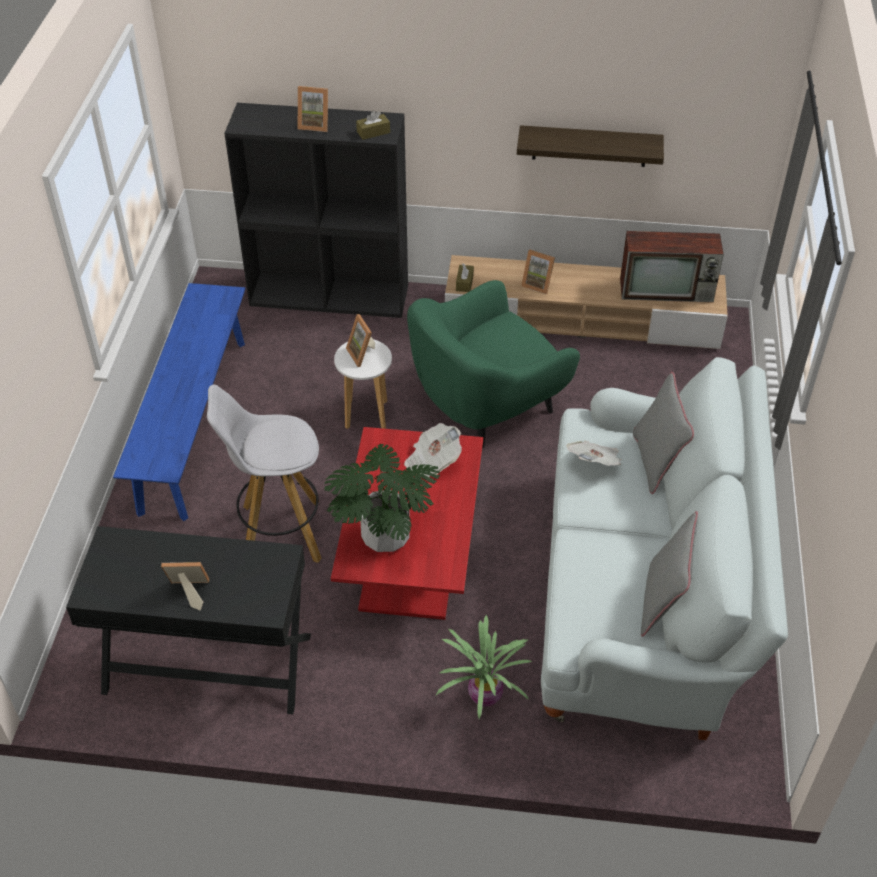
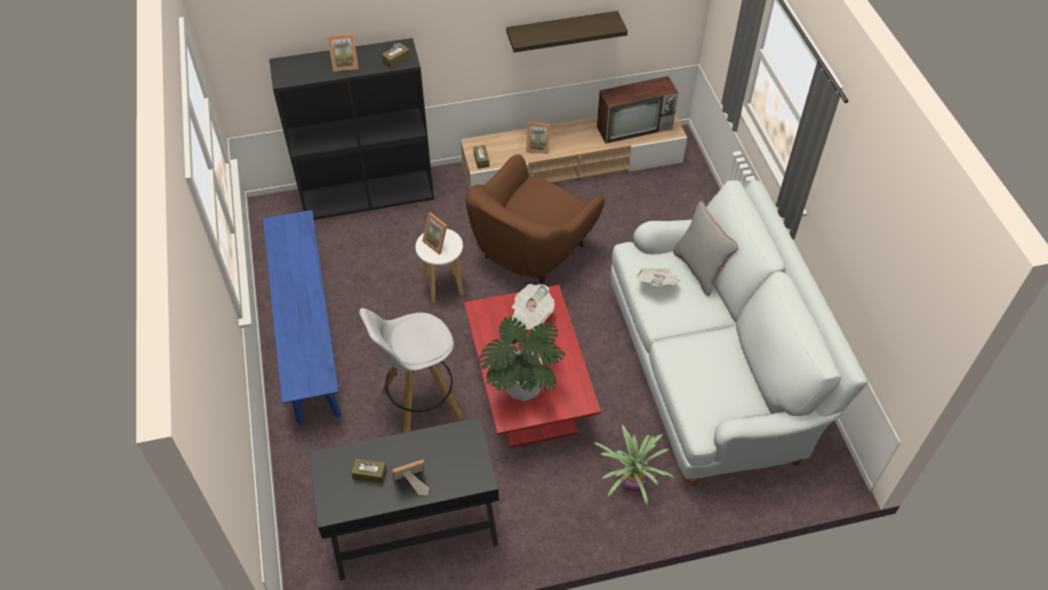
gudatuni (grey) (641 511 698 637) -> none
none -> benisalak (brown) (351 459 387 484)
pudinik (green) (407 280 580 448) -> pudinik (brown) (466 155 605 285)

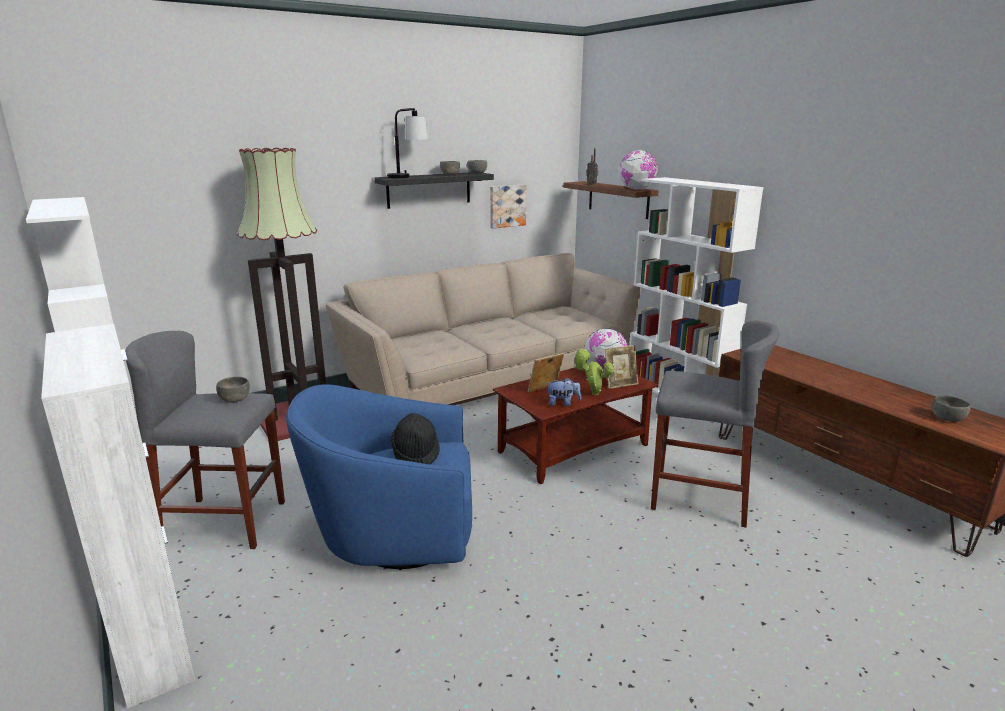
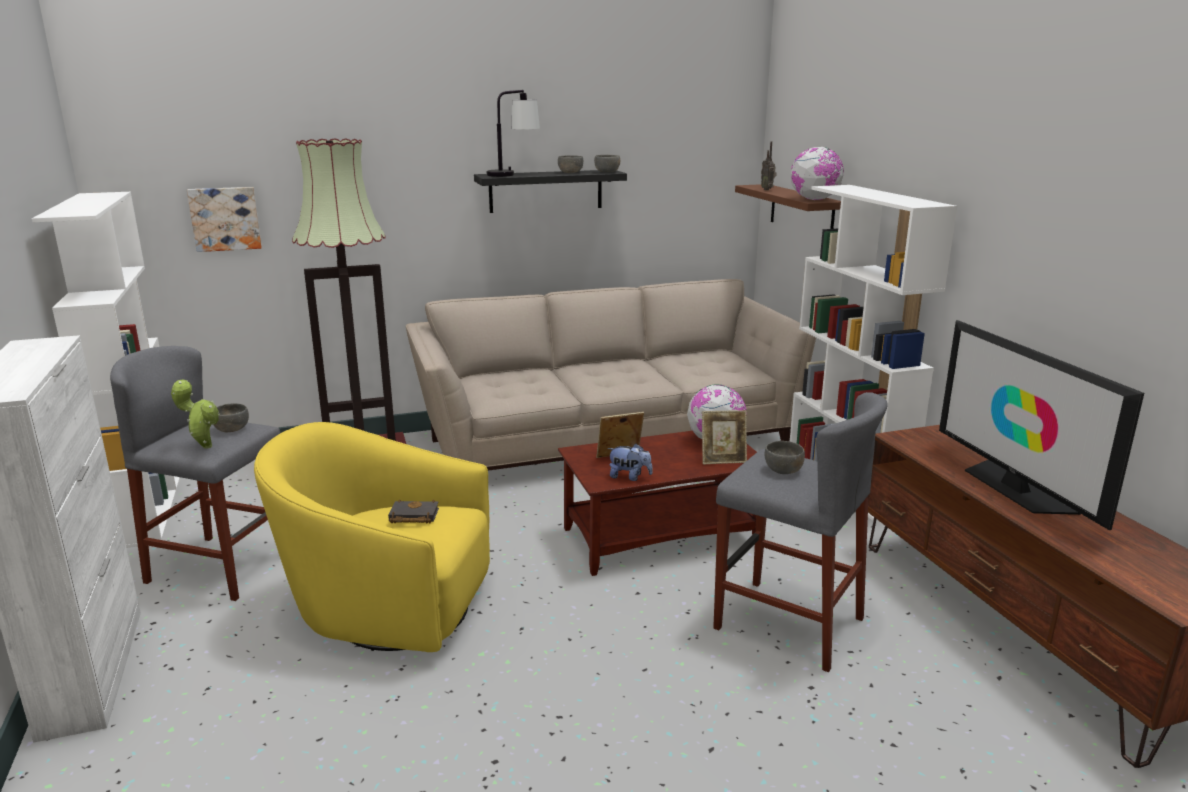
none -> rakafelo (939 320 1144 530)
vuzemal (490 184 527 229) -> vuzemal (187 187 262 252), moved
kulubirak (573 349 614 395) -> kulubirak (171 379 220 449), moved
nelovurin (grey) (932 395 971 422) -> nelovurin (grey) (765 441 805 474), moved
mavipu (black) (391 413 440 464) -> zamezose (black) (388 499 439 523)
pudinik (blue) (286 384 472 570) -> pudinik (yellow) (254 422 490 652)

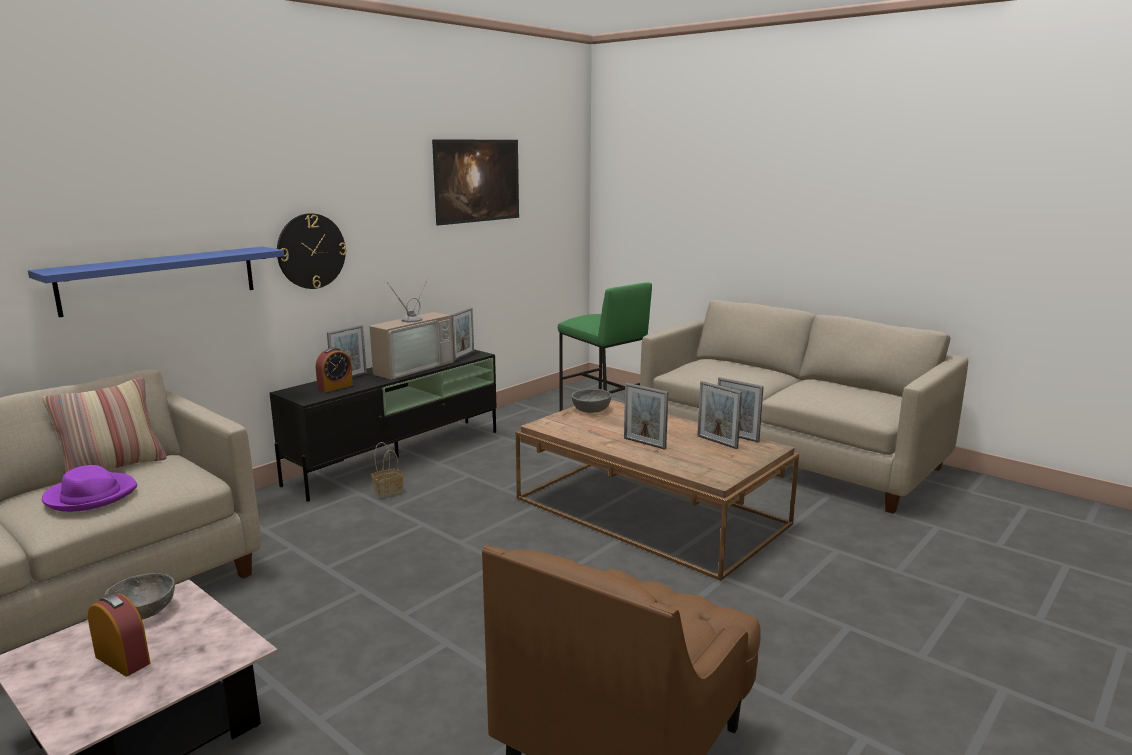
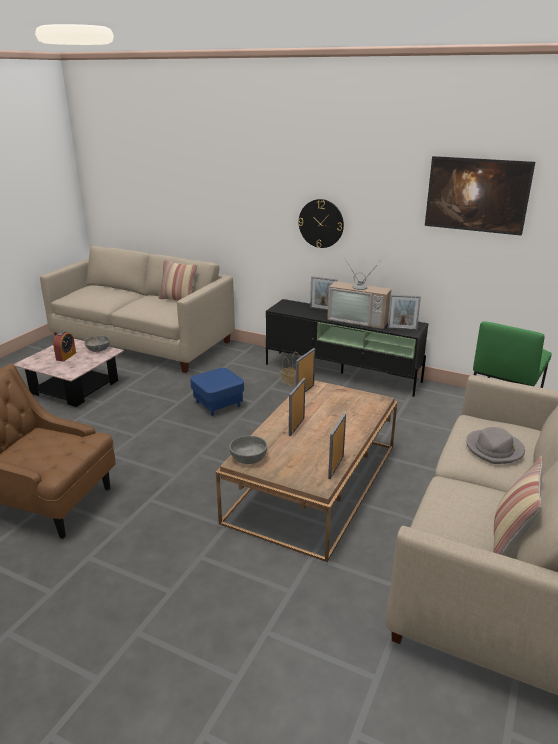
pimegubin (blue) (28 247 284 317) -> none
mavipu (purple) (42 465 137 512) -> none
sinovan (316 347 353 393) -> none
none -> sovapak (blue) (190 368 244 416)
none -> mavipu (grey) (466 427 525 464)
none -> gudatuni (494 456 543 555)
nelovurin (grey) (572 389 611 413) -> nelovurin (grey) (229 436 267 464), moved
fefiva (697 381 742 449) -> fefiva (296 348 315 392), moved

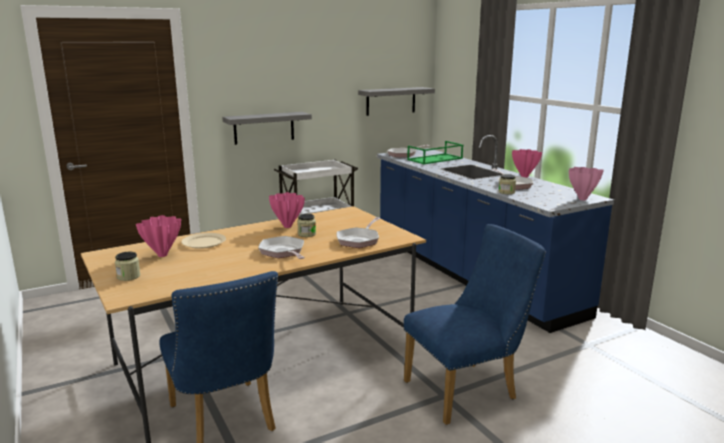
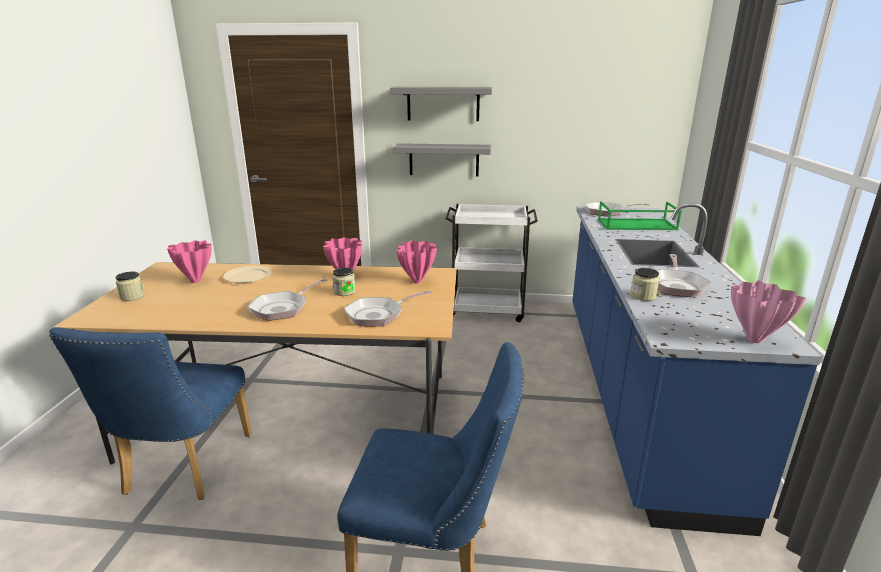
pimegubin (grey) (358 87 435 116) -> pimegubin (grey) (390 87 492 121), moved
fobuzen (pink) (512 149 542 178) -> fobuzen (pink) (396 241 437 284), moved
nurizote (258 236 305 259) -> nurizote (247 279 328 321), 150 degrees counterclockwise

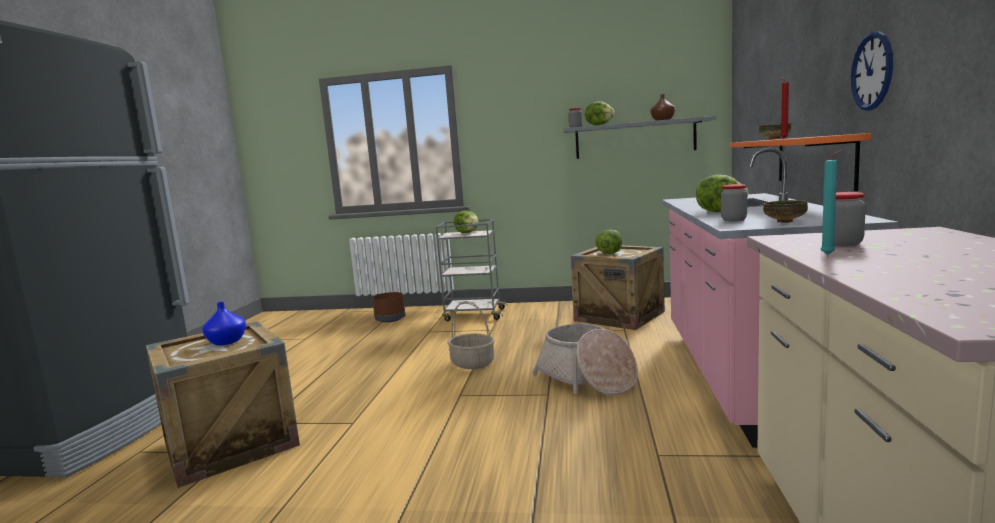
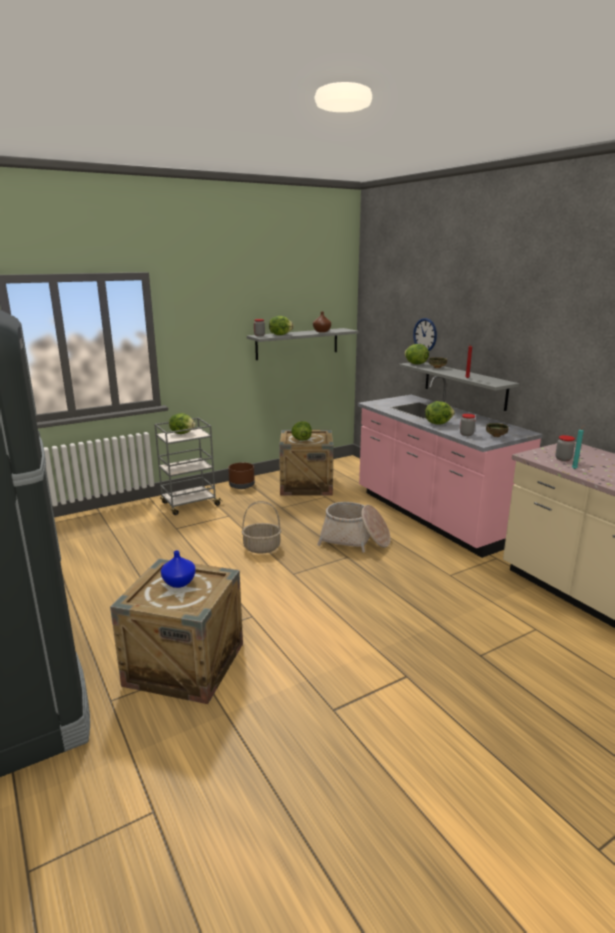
none -> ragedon (404 344 429 364)
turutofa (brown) (372 292 405 323) -> turutofa (brown) (228 462 255 489), moved
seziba (851 31 893 111) -> seziba (413 318 437 351), moved
pimegubin (orange) (730 133 871 191) -> pimegubin (grey) (399 362 519 411)

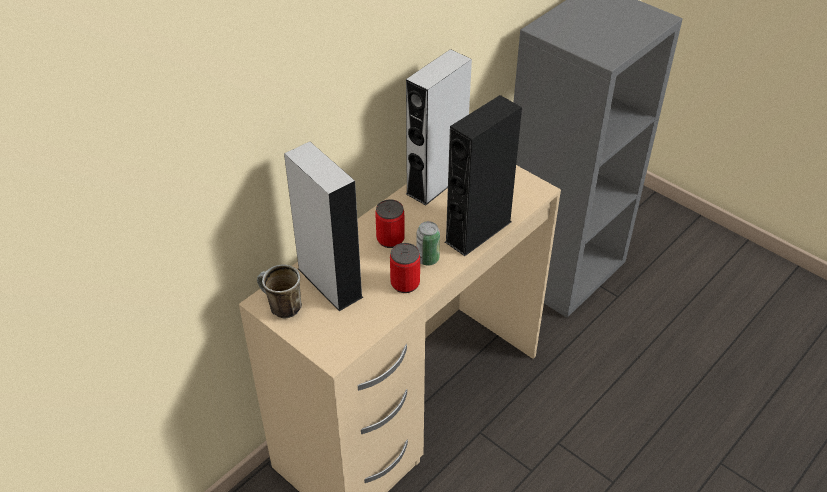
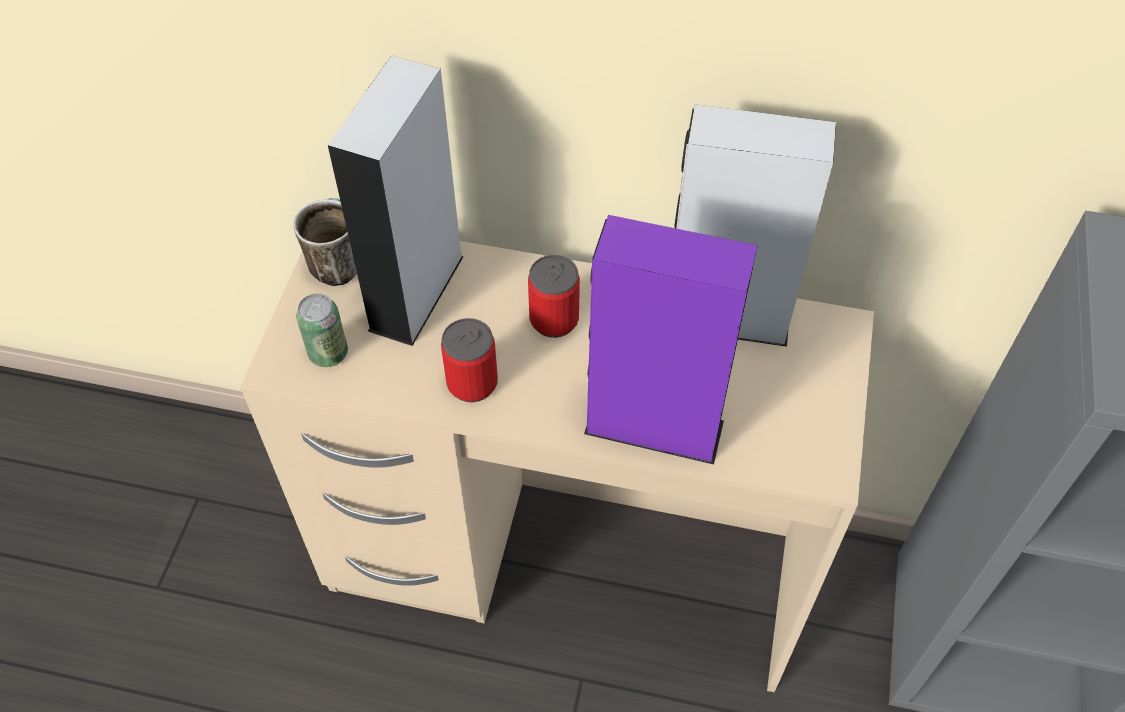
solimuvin (417 221 440 266) -> solimuvin (296 294 348 367), moved
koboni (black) (445 95 522 256) -> koboni (purple) (584 215 758 465)

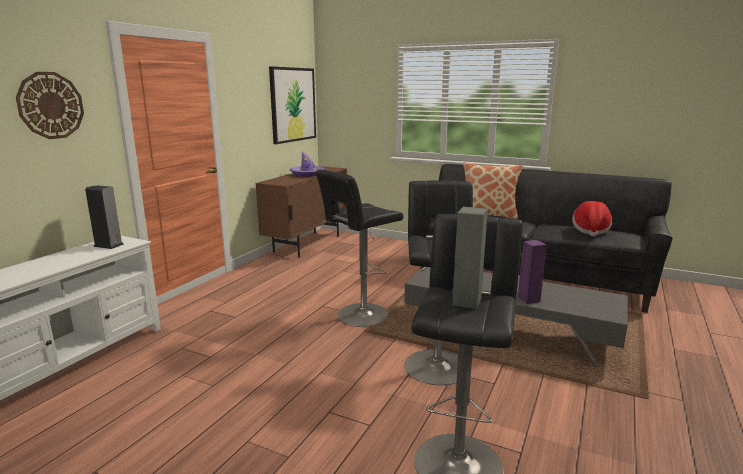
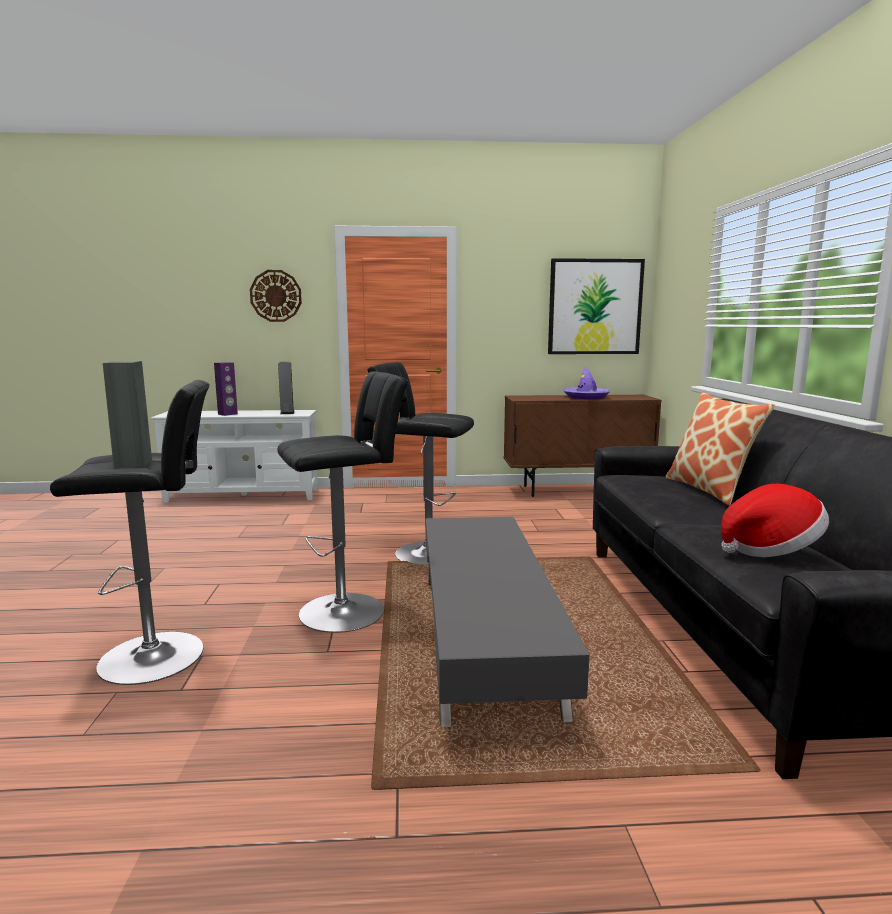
koboni (purple) (518 240 547 304) -> koboni (purple) (214 362 238 416), moved

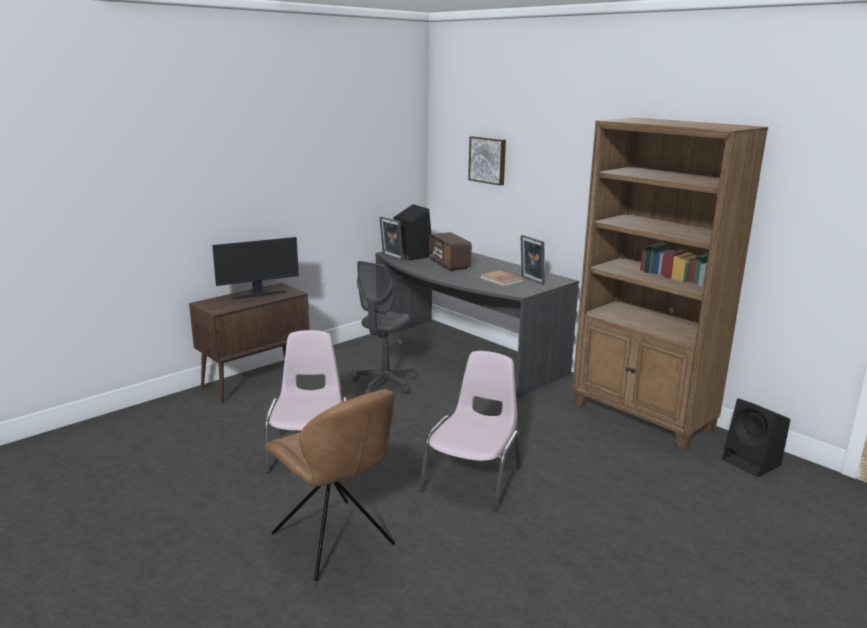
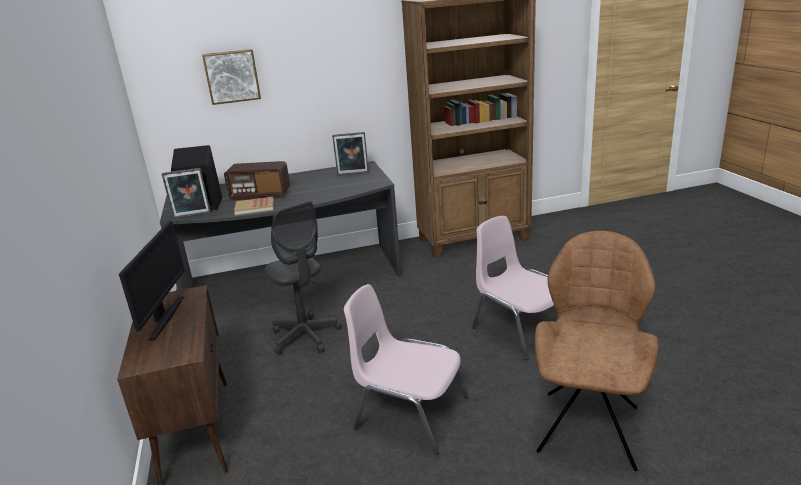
koboni (black) (722 398 790 477) -> none
zamezose (481 270 523 287) -> zamezose (234 197 274 216), moved
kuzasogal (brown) (264 389 395 581) -> kuzasogal (brown) (535 231 659 471), 60 degrees counterclockwise

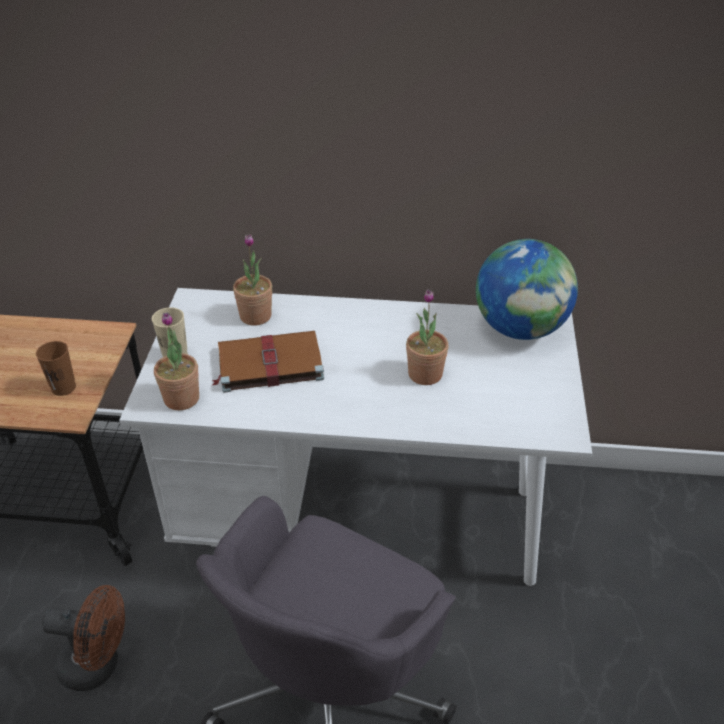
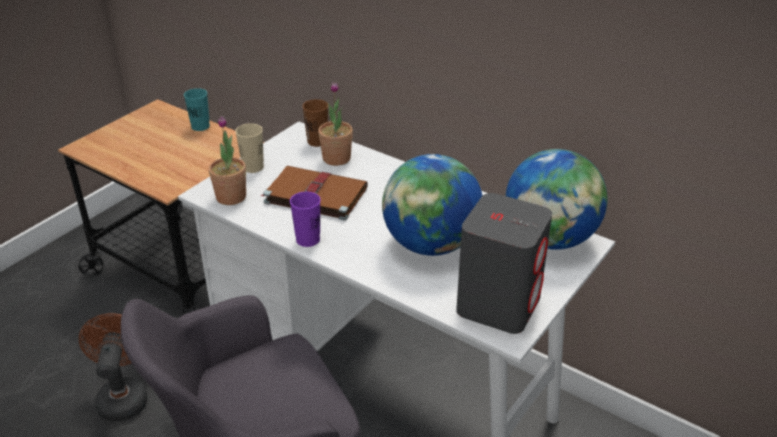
none -> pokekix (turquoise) (184 88 210 131)
none -> pokekix (purple) (290 192 321 247)
none -> koboni (grey) (456 193 552 334)
pokekix (brown) (36 341 76 396) -> pokekix (brown) (303 99 328 147), moved
kulubirak (406 289 449 385) -> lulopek (382 154 482 256)
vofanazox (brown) (42 585 125 691) -> vofanazox (brown) (79 313 147 421), 135 degrees counterclockwise

